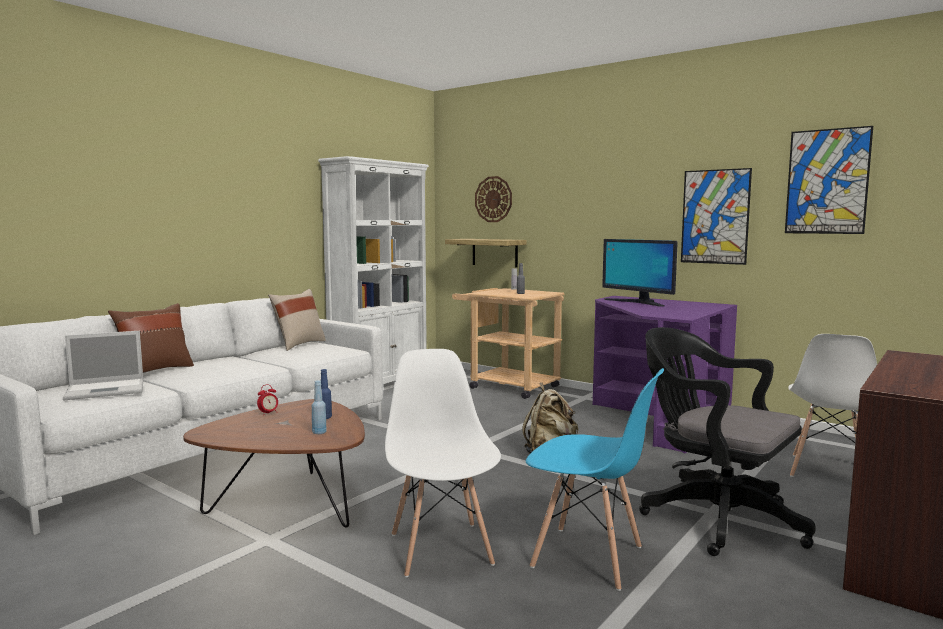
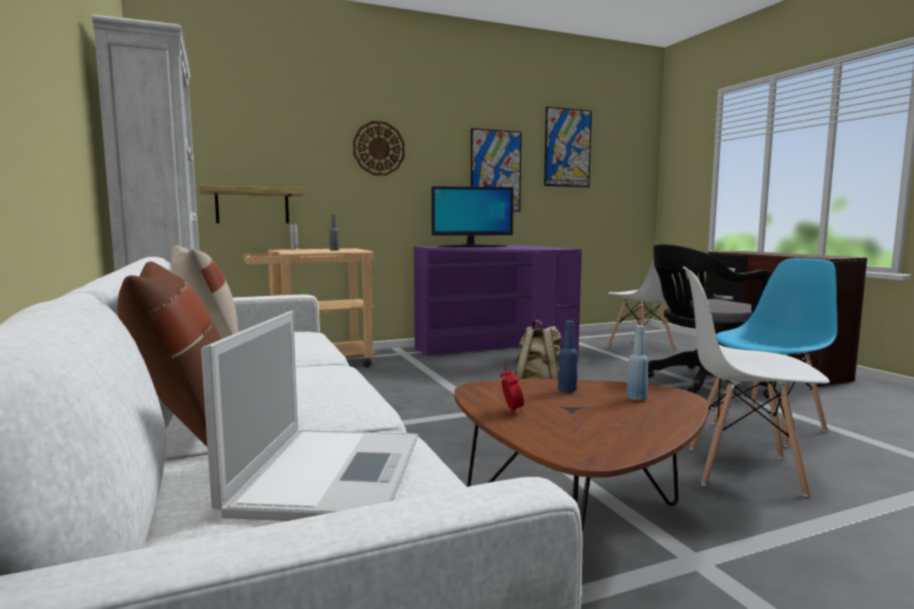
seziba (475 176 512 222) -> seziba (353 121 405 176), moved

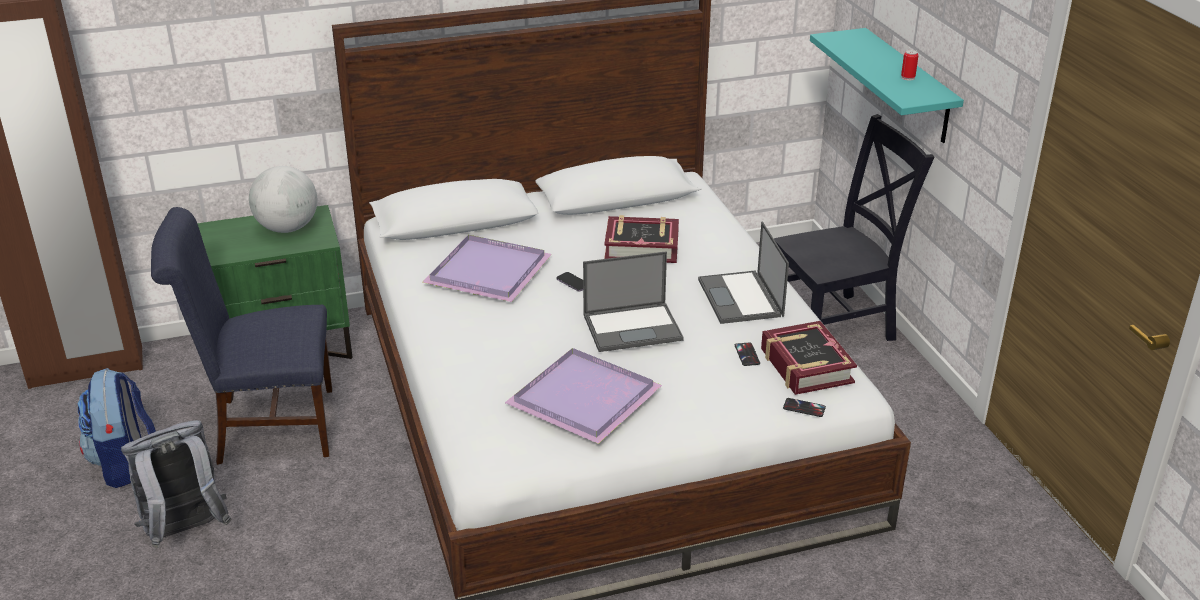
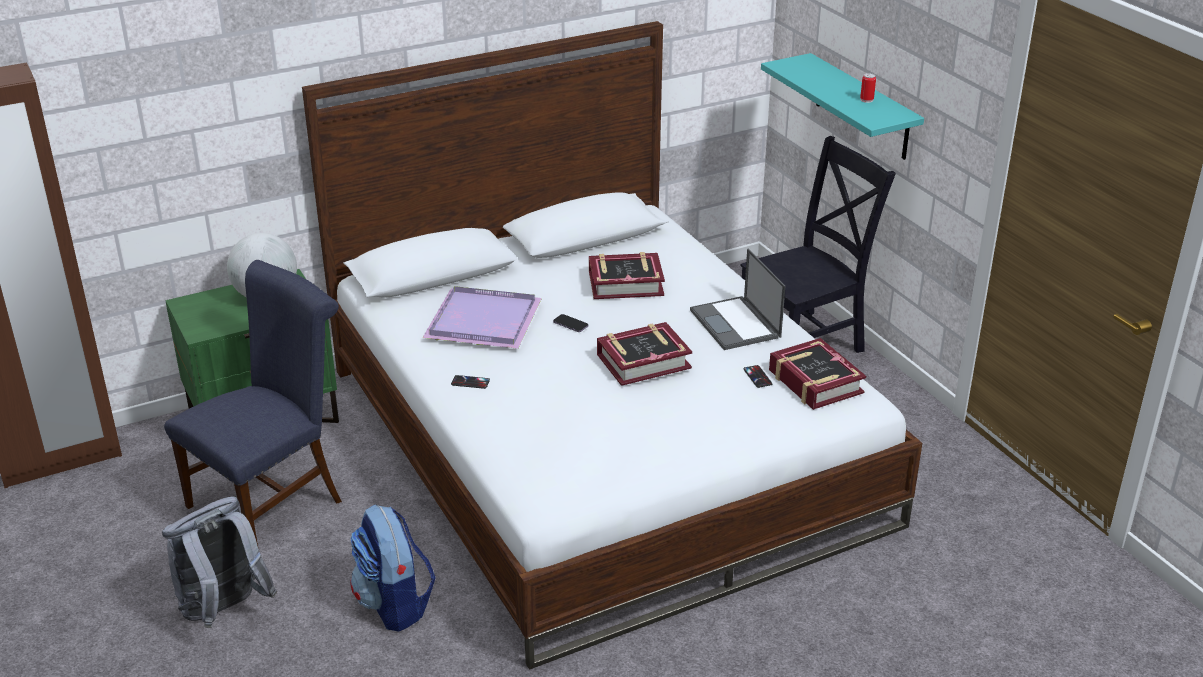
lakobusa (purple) (505 348 662 444) -> none
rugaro (78 368 156 488) -> rugaro (351 504 436 632), moved
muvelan (783 398 826 417) -> muvelan (451 375 490 389), moved
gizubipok (583 251 684 352) -> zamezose (597 322 692 386)
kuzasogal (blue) (151 207 332 465) -> kuzasogal (blue) (164 260 342 546), 150 degrees clockwise

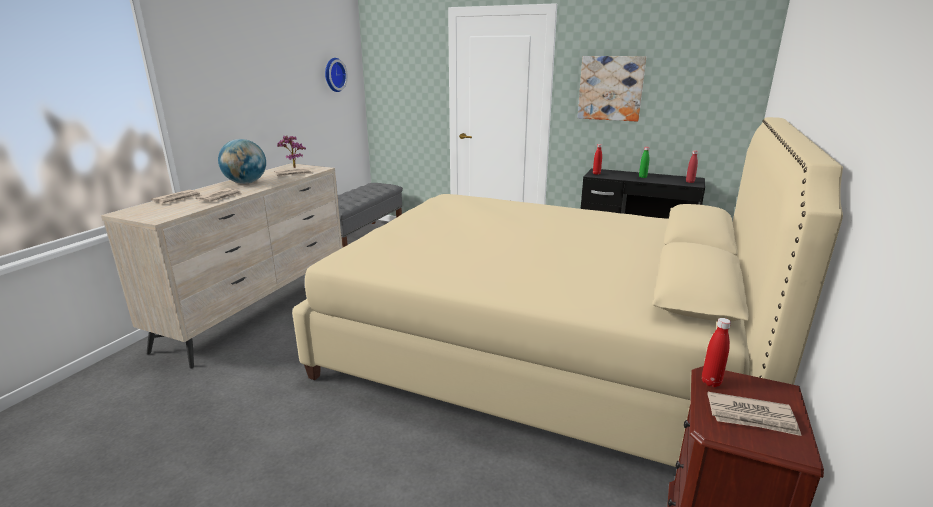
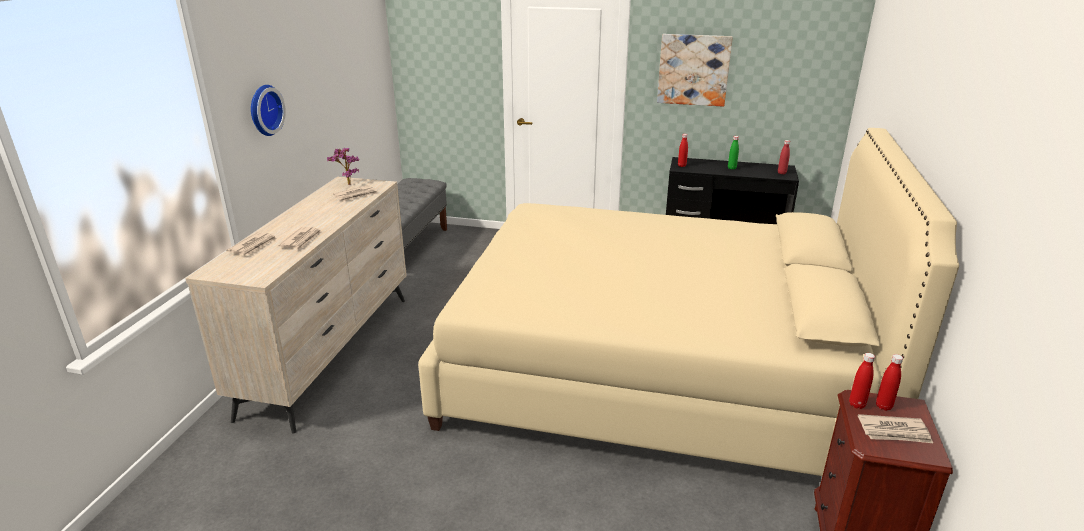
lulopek (218 139 266 184) -> none
none -> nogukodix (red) (876 354 903 411)
seziba (325 58 348 92) -> seziba (251 85 286 136), moved

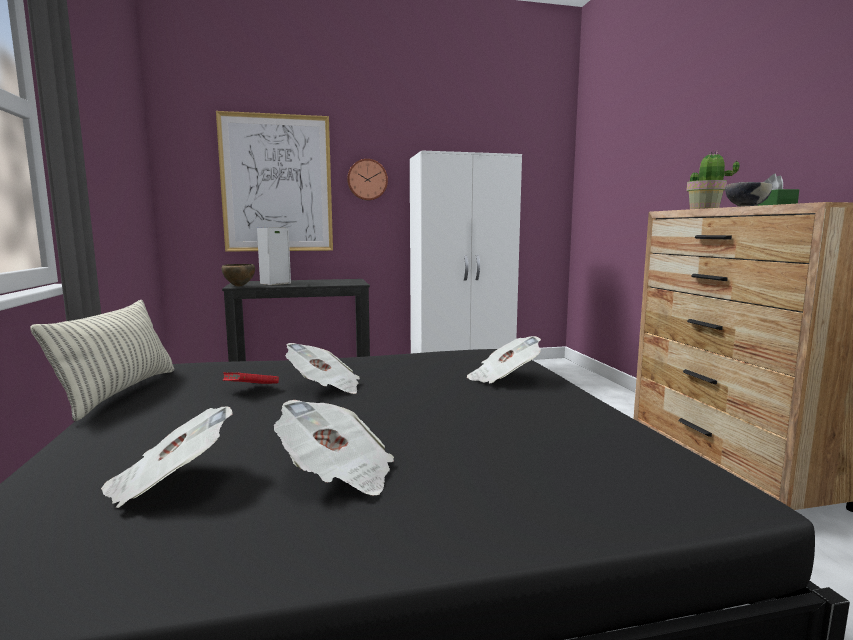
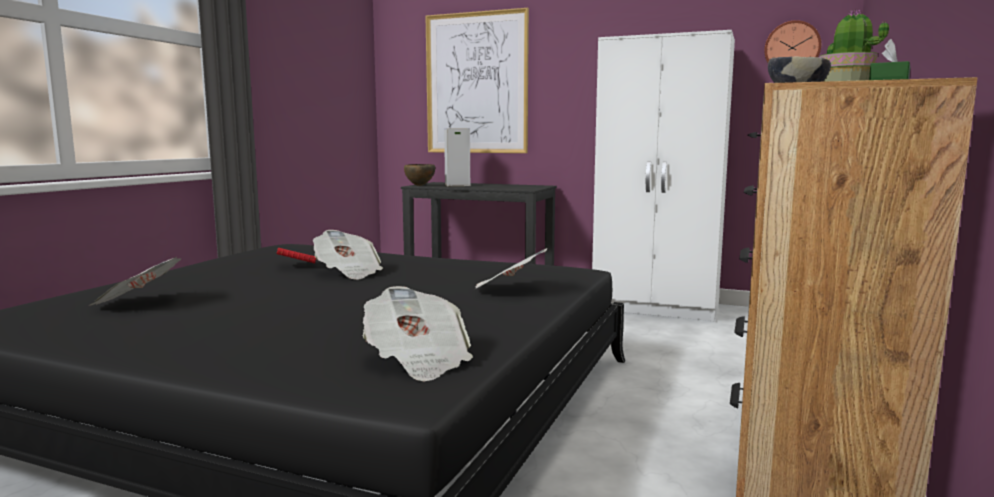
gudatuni (30 300 174 421) -> none
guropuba (274 400 394 495) -> guropuba (362 286 473 382), moved
seziba (347 159 388 201) -> seziba (764 20 821 63), moved

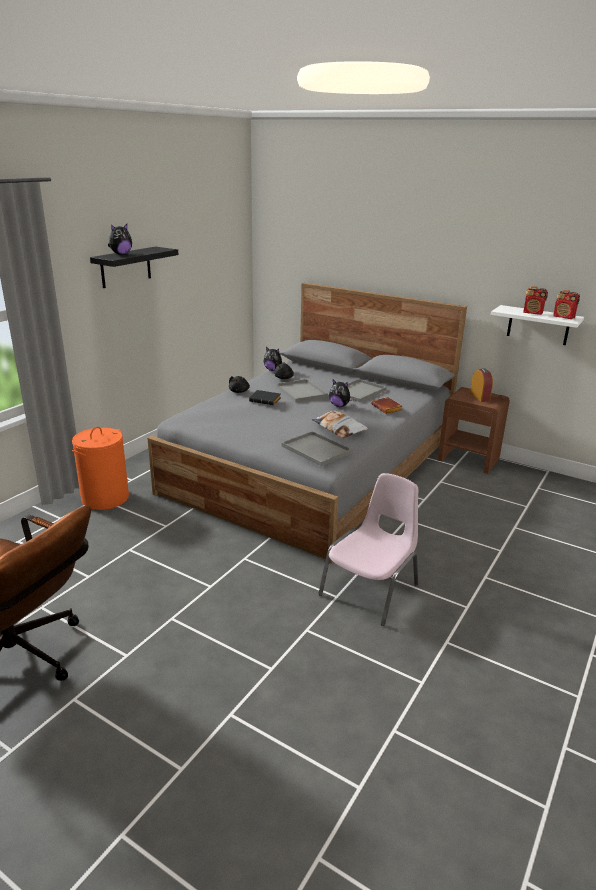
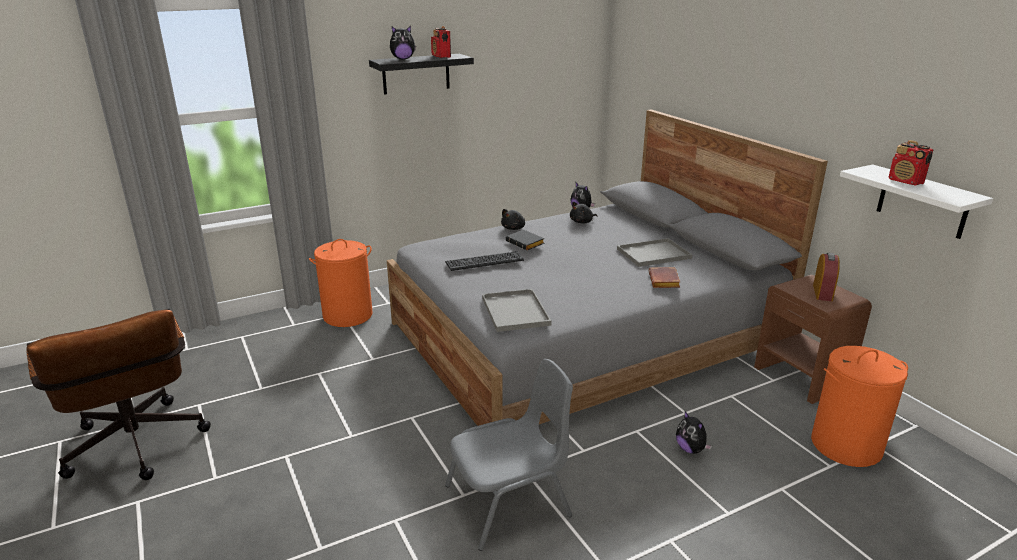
lakobusa (grey) (276 379 328 402) -> none
gudatuni (312 410 368 438) -> none
none -> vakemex (445 251 524 271)
none -> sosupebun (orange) (811 346 908 467)
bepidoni (329 380 354 407) -> bepidoni (676 411 712 454), moved
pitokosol (553 290 580 319) -> pitokosol (431 26 451 58), moved
kuzasogal (pink) (318 473 418 626) -> kuzasogal (grey) (445 359 573 551)

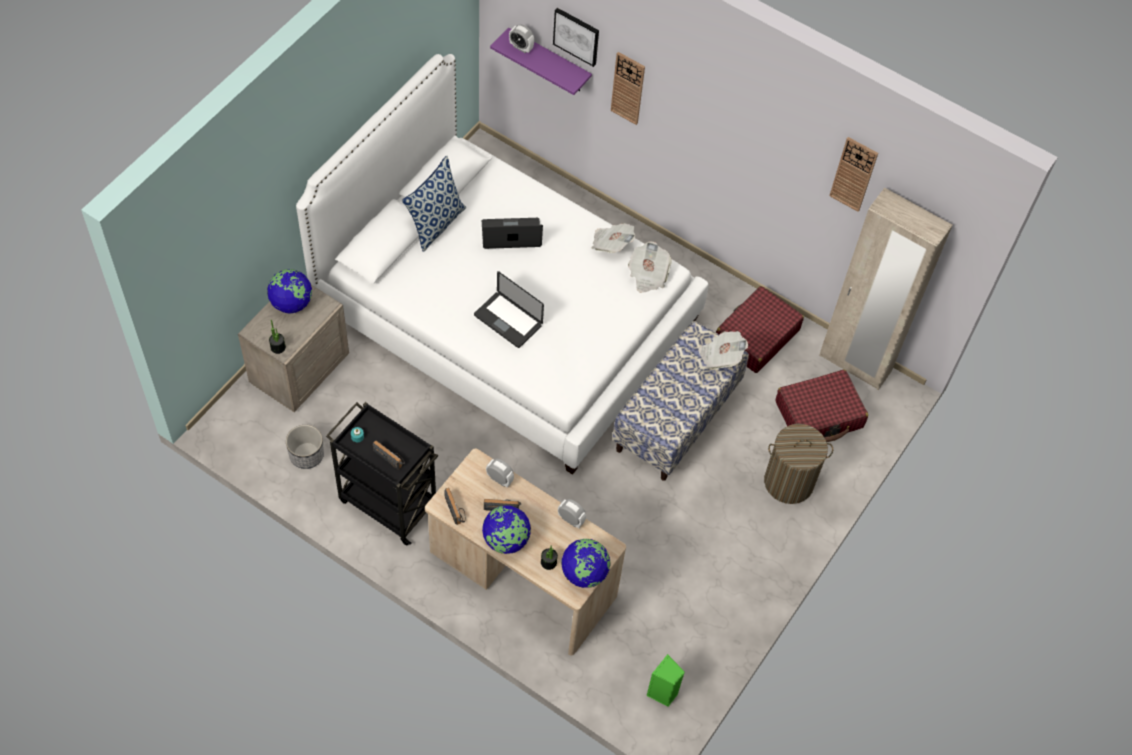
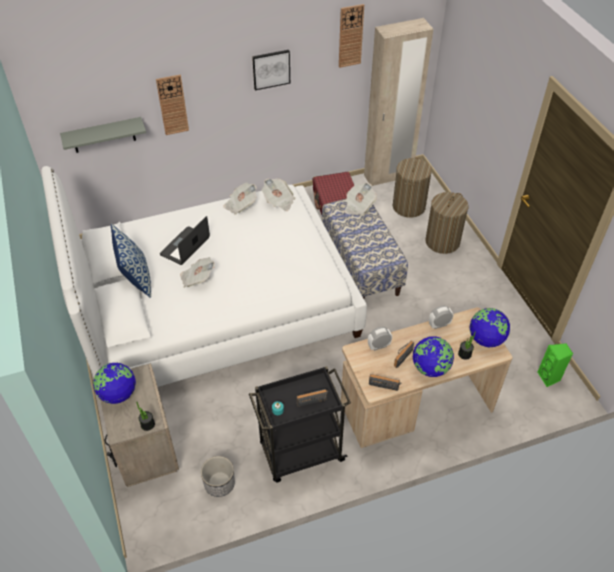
gizubipok (474 271 544 348) -> none
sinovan (509 25 534 53) -> none
none -> guropuba (180 257 215 288)
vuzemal (553 8 599 67) -> vuzemal (252 50 290 90), moved
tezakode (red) (775 370 868 442) -> sosupebun (393 157 432 218)
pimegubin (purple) (490 28 592 95) -> pimegubin (grey) (60 117 146 153)

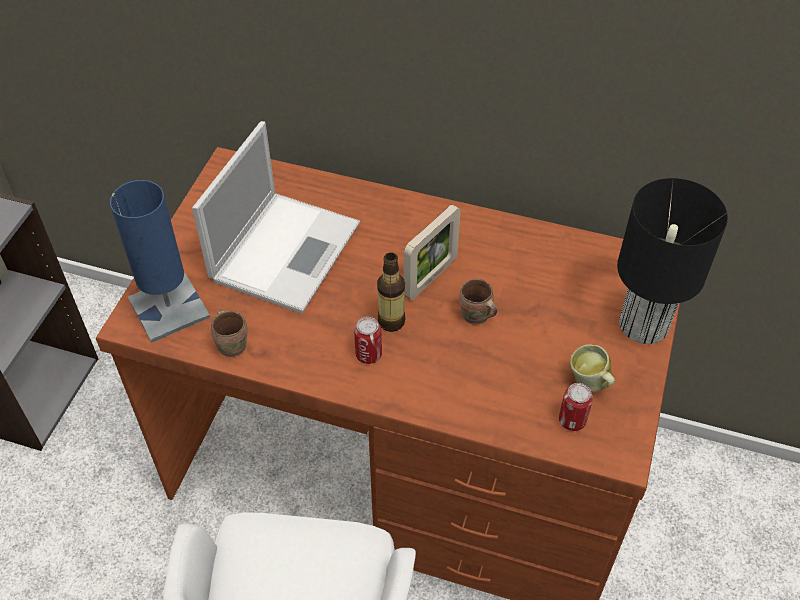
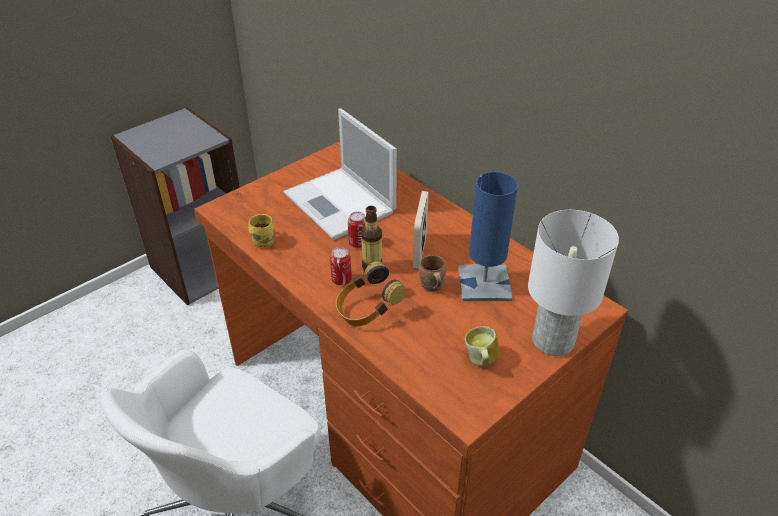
none -> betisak (336 261 406 327)
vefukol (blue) (110 180 210 343) -> vefukol (blue) (458 172 518 301), moved
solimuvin (559 383 593 431) -> solimuvin (348 211 366 248), moved
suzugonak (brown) (211 310 248 357) -> suzugonak (yellow) (248 214 274 248)
vefukol (black) (617 178 728 344) -> vefukol (white) (528 210 619 356)
gizubipok (192 121 360 314) -> gizubipok (284 109 397 240), 90 degrees clockwise
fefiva (404 205 461 300) -> fefiva (413 191 429 270), 120 degrees clockwise

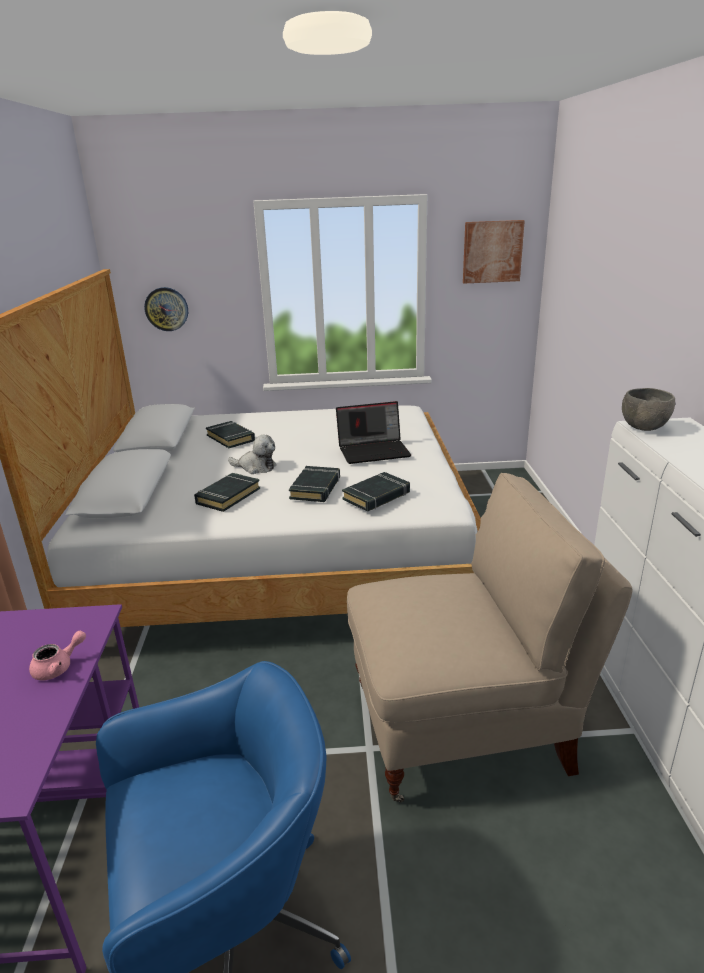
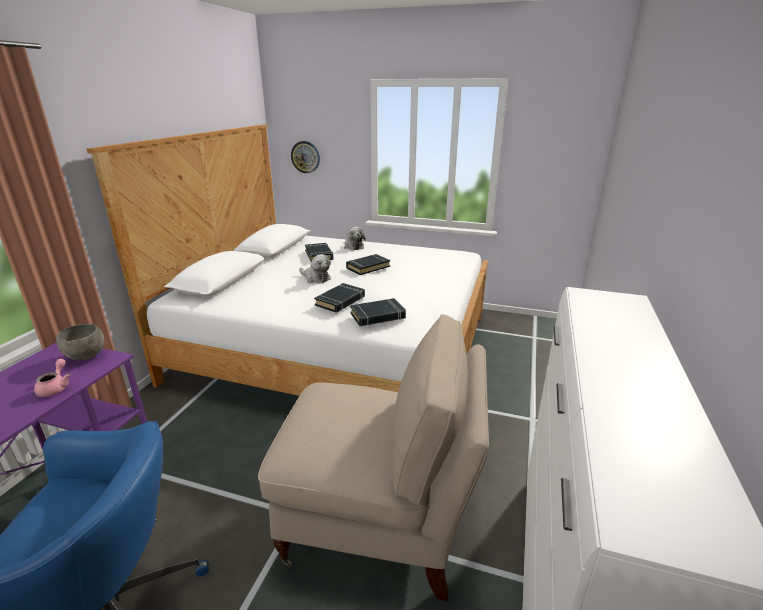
gizubipok (336 401 411 464) -> none
vuzemal (463 220 525 284) -> none
none -> bepidoni (344 227 366 250)
zamezose (black) (194 473 260 512) -> zamezose (black) (346 254 390 275), moved
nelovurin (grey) (622 388 675 431) -> nelovurin (grey) (56 324 104 361), moved
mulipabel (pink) (29 631 86 681) -> mulipabel (pink) (34 359 71 397), 75 degrees counterclockwise

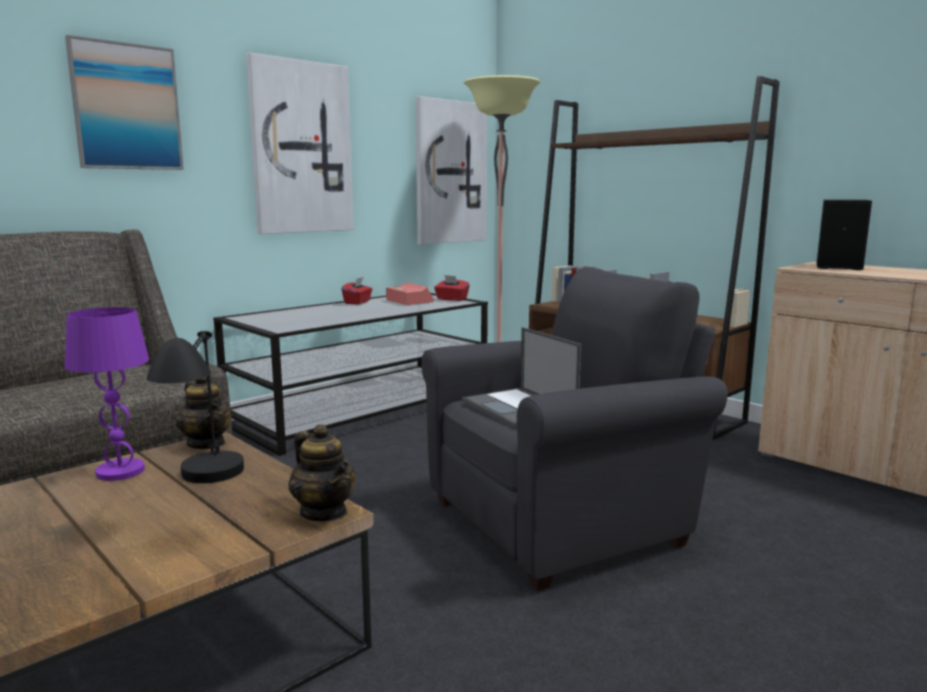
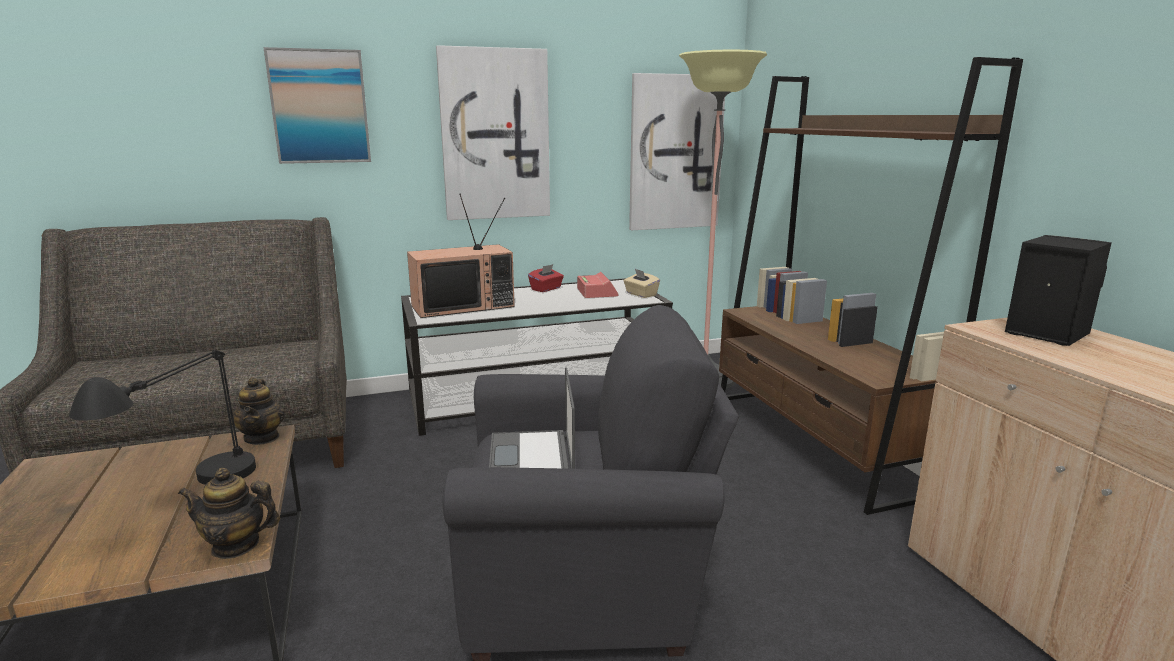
vefukol (purple) (65 307 149 481) -> none
none -> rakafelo (407 193 515 318)
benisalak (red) (434 275 470 301) -> benisalak (beige) (624 269 660 298)
mulipabel (289 424 356 522) -> mulipabel (178 468 280 559), 105 degrees clockwise

